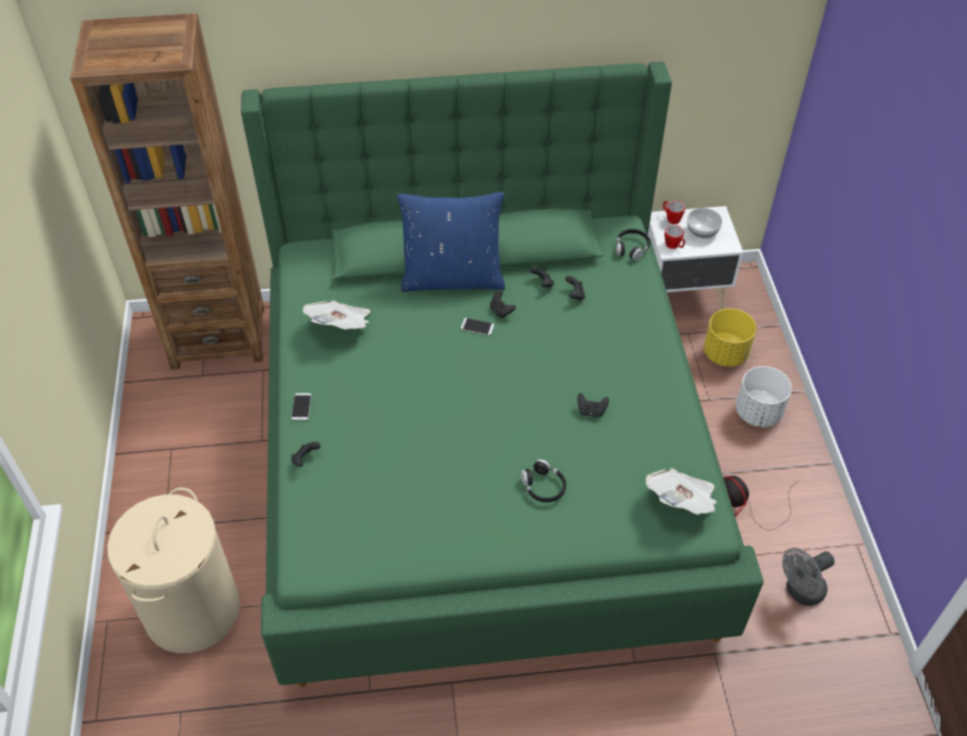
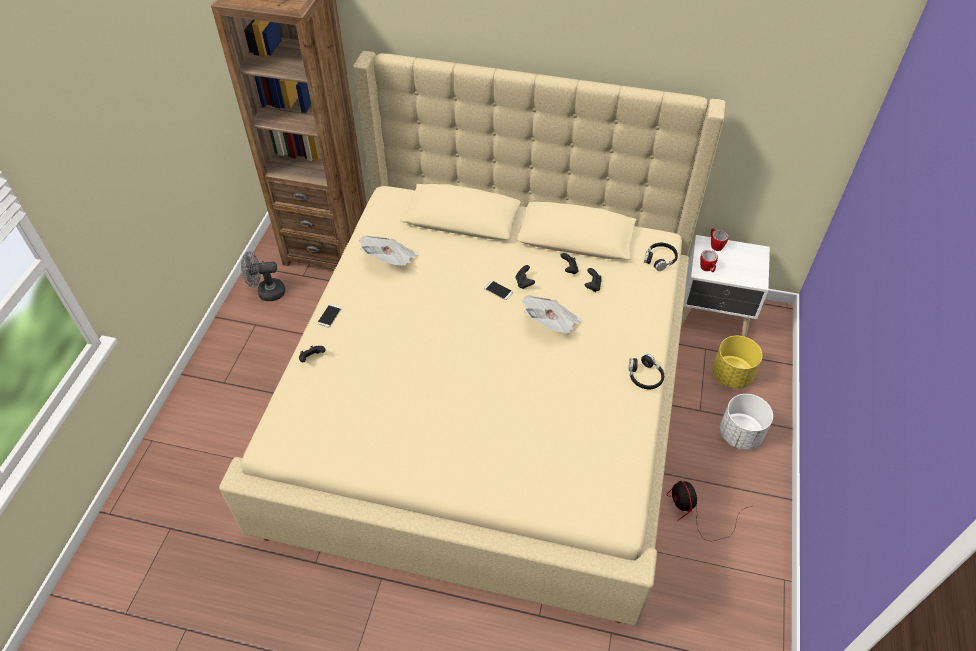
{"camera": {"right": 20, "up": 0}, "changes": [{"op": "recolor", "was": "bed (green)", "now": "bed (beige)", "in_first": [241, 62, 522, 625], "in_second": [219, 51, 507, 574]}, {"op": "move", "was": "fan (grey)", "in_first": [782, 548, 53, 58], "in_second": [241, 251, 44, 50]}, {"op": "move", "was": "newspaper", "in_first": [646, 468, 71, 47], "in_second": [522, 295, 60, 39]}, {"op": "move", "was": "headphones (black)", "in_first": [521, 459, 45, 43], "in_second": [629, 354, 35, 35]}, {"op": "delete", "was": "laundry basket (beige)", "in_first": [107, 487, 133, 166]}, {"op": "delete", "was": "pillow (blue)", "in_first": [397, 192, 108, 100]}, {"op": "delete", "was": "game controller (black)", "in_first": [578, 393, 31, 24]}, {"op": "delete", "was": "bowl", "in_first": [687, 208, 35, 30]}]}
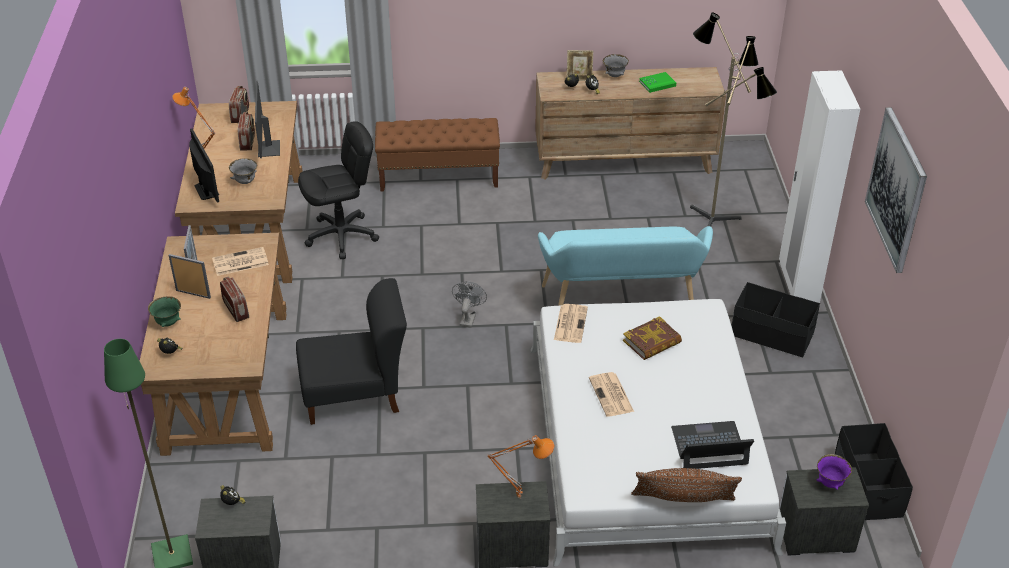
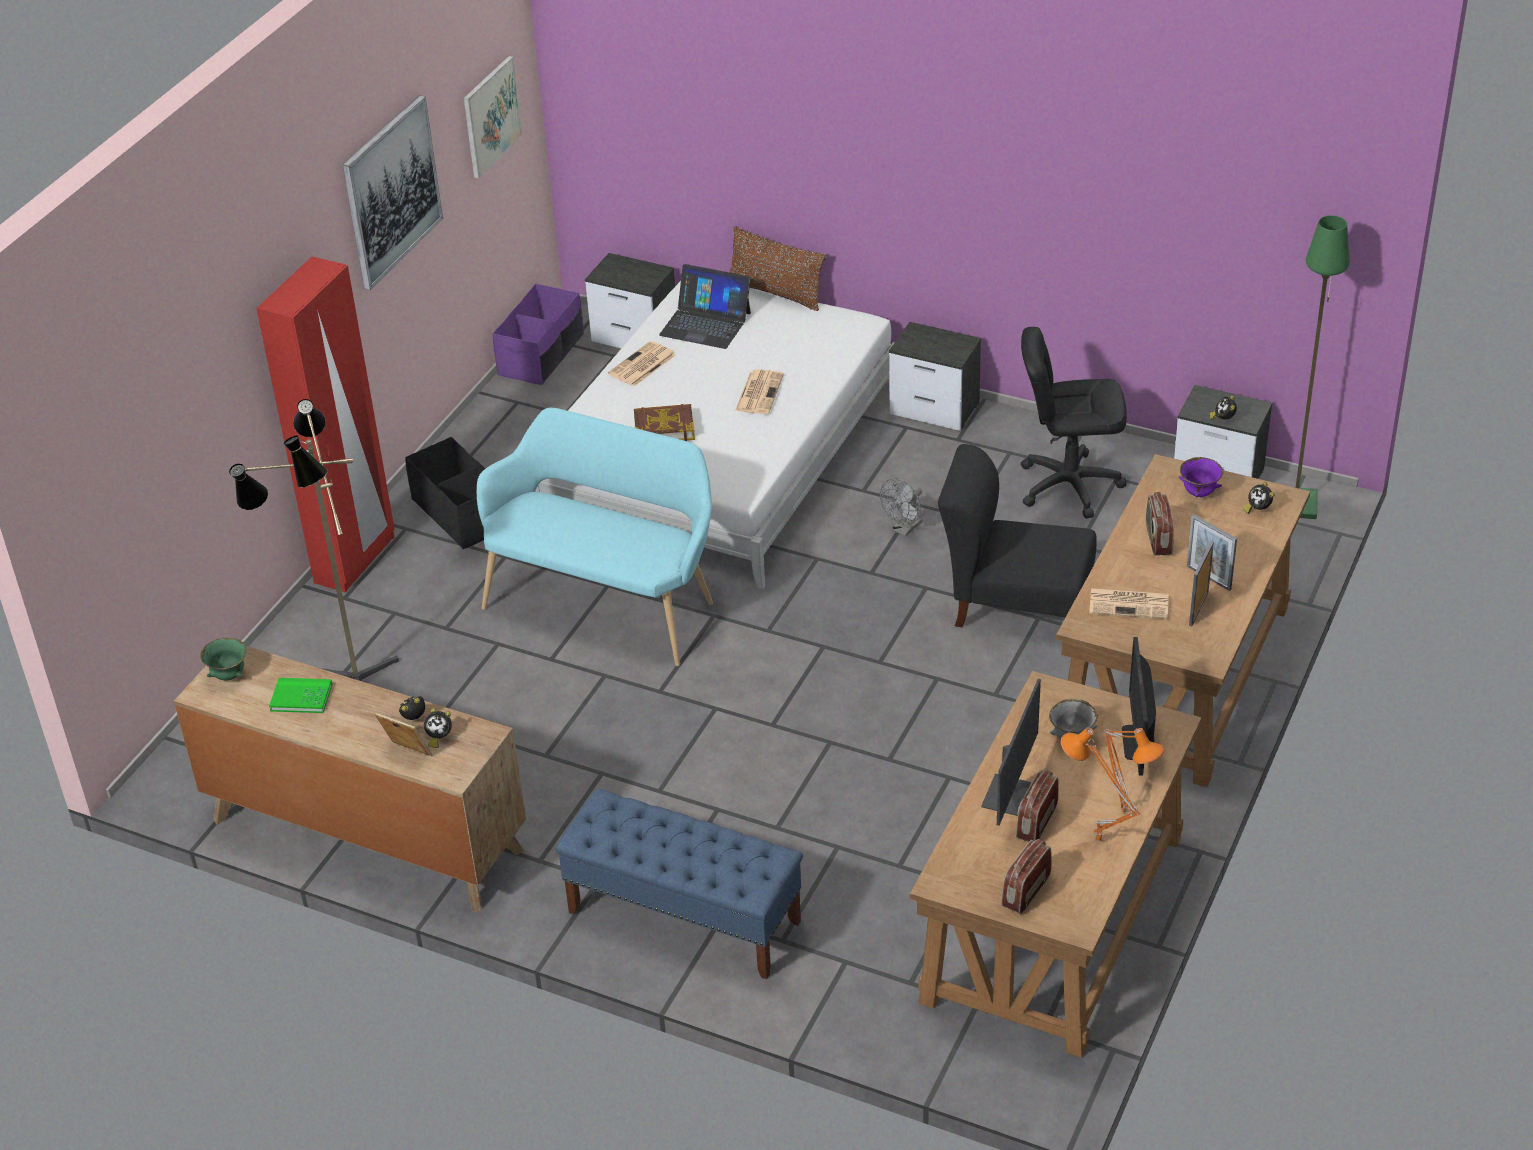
{"camera": {"right": -150, "up": 0}, "changes": [{"op": "move", "was": "bowl (green)", "in_first": [148, 296, 33, 31], "in_second": [200, 637, 46, 44]}, {"op": "recolor", "was": "wardrobe (white)", "now": "wardrobe (red)", "in_first": [779, 70, 81, 233], "in_second": [256, 256, 139, 337]}, {"op": "insert", "now": "picture", "in_second": [464, 56, 58, 123]}, {"op": "recolor", "was": "storage box (black)", "now": "storage box (purple)", "in_first": [835, 423, 78, 97], "in_second": [493, 284, 91, 101]}, {"op": "recolor", "was": "bench (brown)", "now": "bench (blue)", "in_first": [375, 118, 125, 73], "in_second": [555, 788, 248, 191]}, {"op": "move", "was": "newspaper", "in_first": [554, 304, 34, 39], "in_second": [608, 341, 68, 46]}, {"op": "move", "was": "fan (grey)", "in_first": [452, 282, 35, 46], "in_second": [880, 478, 43, 58]}, {"op": "move", "was": "office chair (black)", "in_first": [298, 121, 81, 138], "in_second": [1021, 327, 106, 192]}, {"op": "move", "was": "table lamp (orange)", "in_first": [487, 435, 67, 64], "in_second": [1061, 727, 79, 117]}, {"op": "move", "was": "bowl (purple)", "in_first": [817, 454, 35, 36], "in_second": [1179, 457, 44, 40]}, {"op": "delete", "was": "bowl (grey)", "in_first": [603, 54, 26, 23]}]}
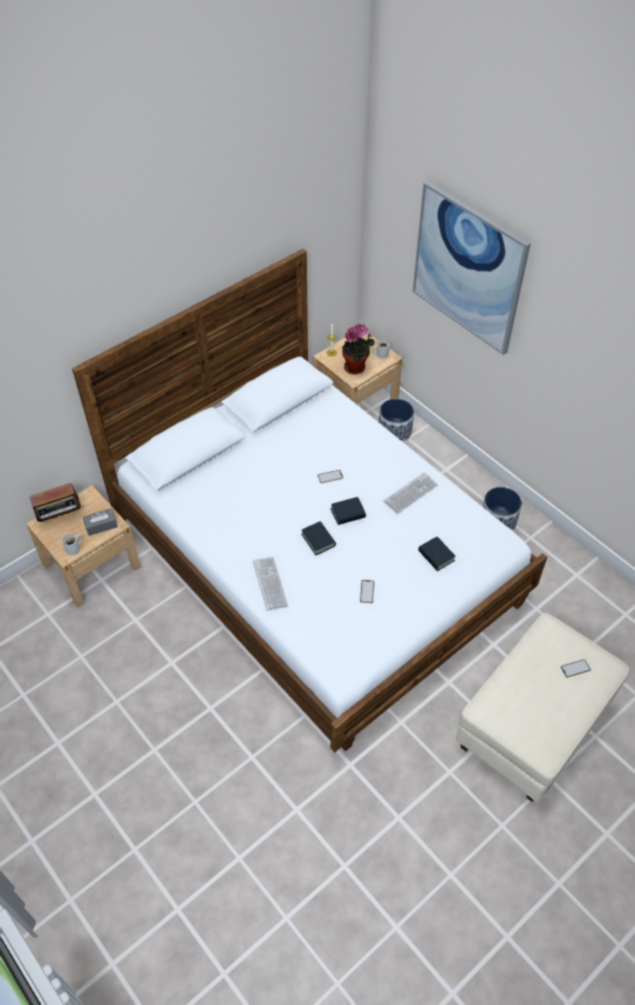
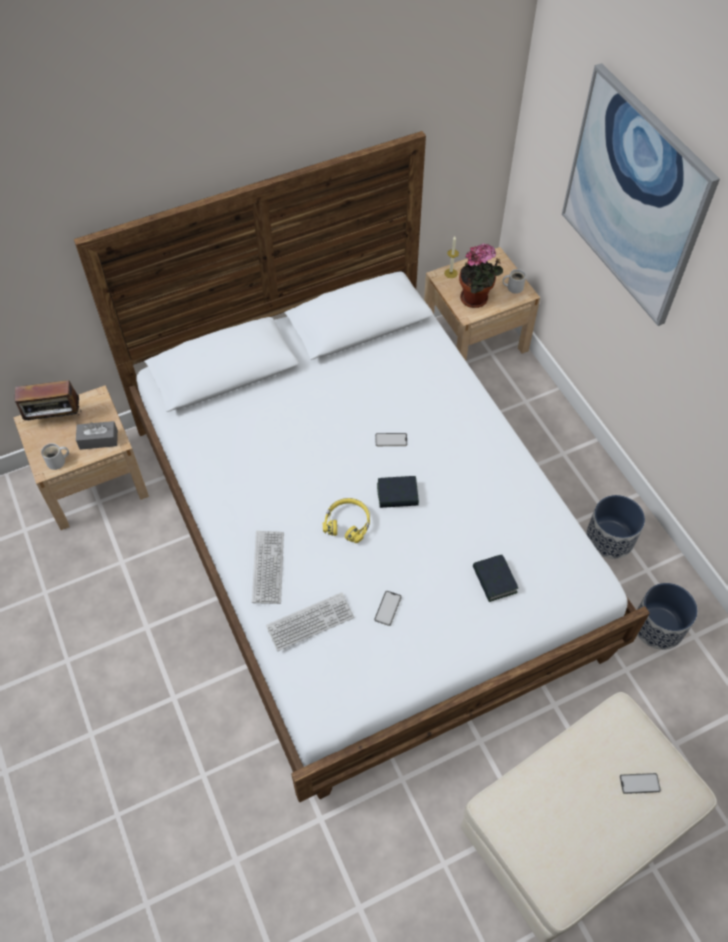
{"camera": {"right": 15, "up": 5}, "changes": [{"op": "move", "was": "keyboard", "in_first": [384, 472, 54, 42], "in_second": [266, 592, 88, 59]}, {"op": "replace", "was": "book", "now": "headphones (yellow)", "in_first": [301, 521, 35, 34], "in_second": [323, 498, 47, 45]}, {"op": "move", "was": "planter", "in_first": [379, 399, 35, 43], "in_second": [637, 583, 61, 67]}]}
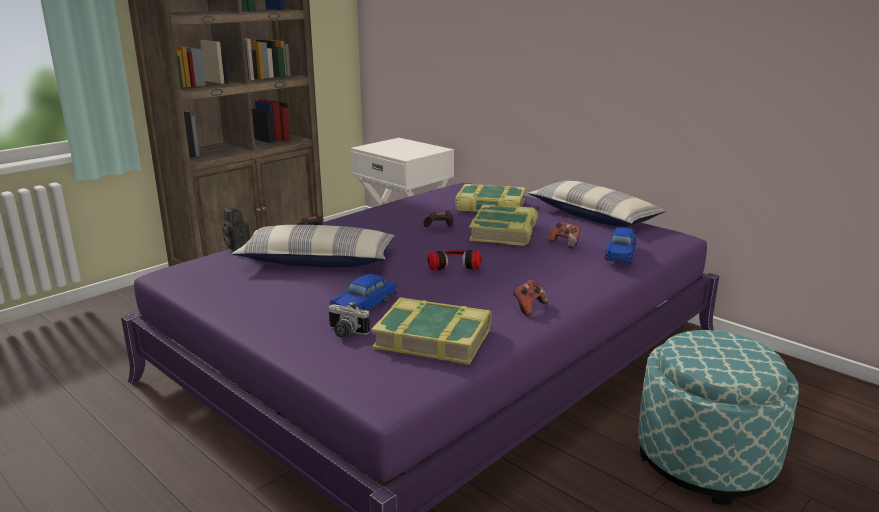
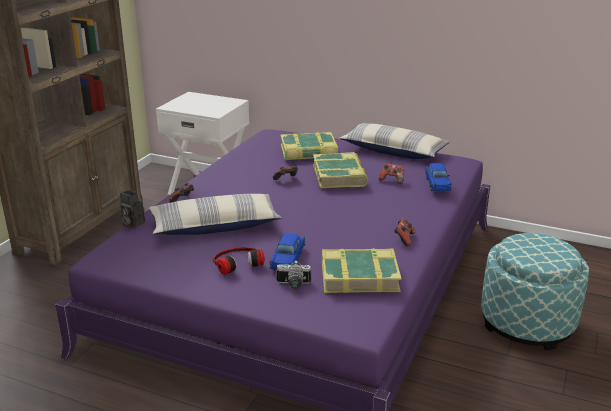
{"camera": {"right": -20, "up": 5}, "changes": [{"op": "move", "was": "headphones", "in_first": [427, 250, 55, 21], "in_second": [213, 247, 52, 28]}]}
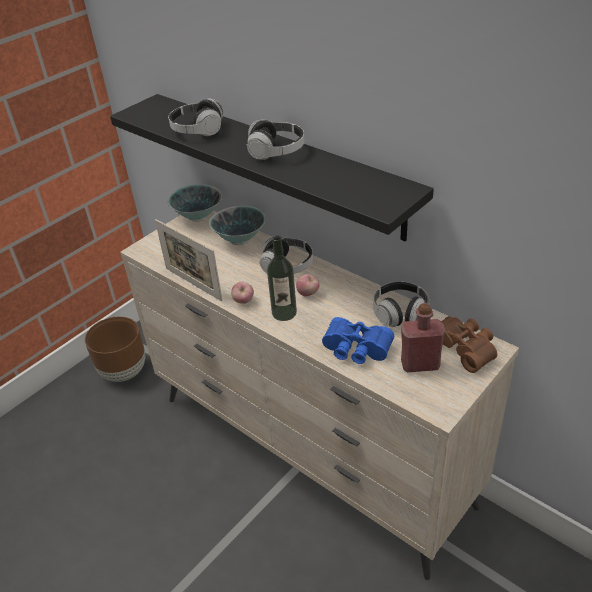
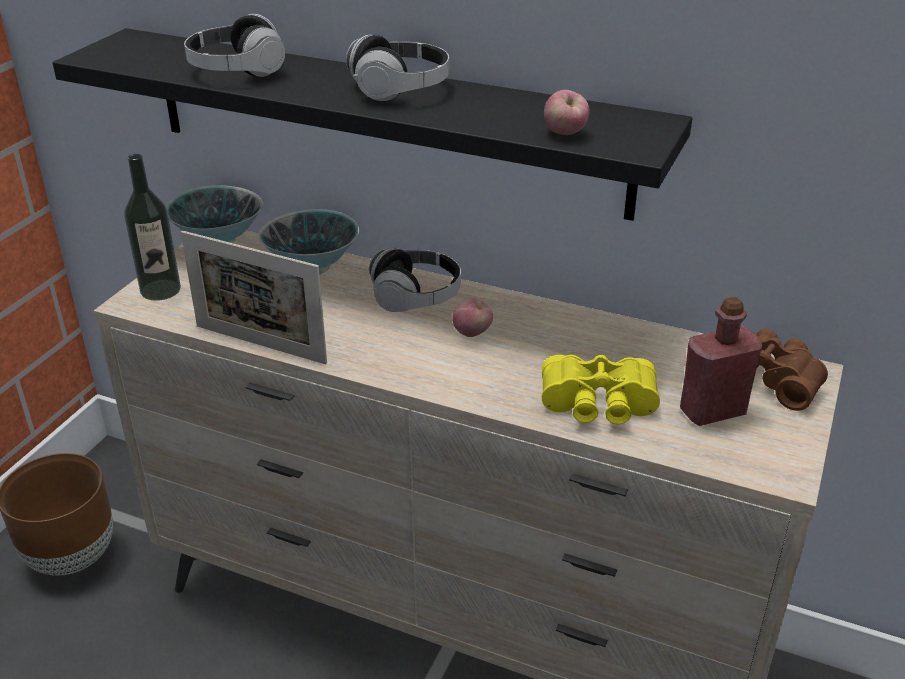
{"camera": {"right": -20, "up": -5}, "changes": [{"op": "move", "was": "bottle", "in_first": [267, 236, 30, 85], "in_second": [124, 154, 57, 147]}, {"op": "recolor", "was": "binoculars (blue)", "now": "binoculars (yellow)", "in_first": [322, 317, 72, 47], "in_second": [542, 355, 118, 69]}, {"op": "move", "was": "apple", "in_first": [231, 282, 23, 22], "in_second": [544, 90, 45, 45]}, {"op": "delete", "was": "headphones", "in_first": [373, 281, 57, 46]}]}
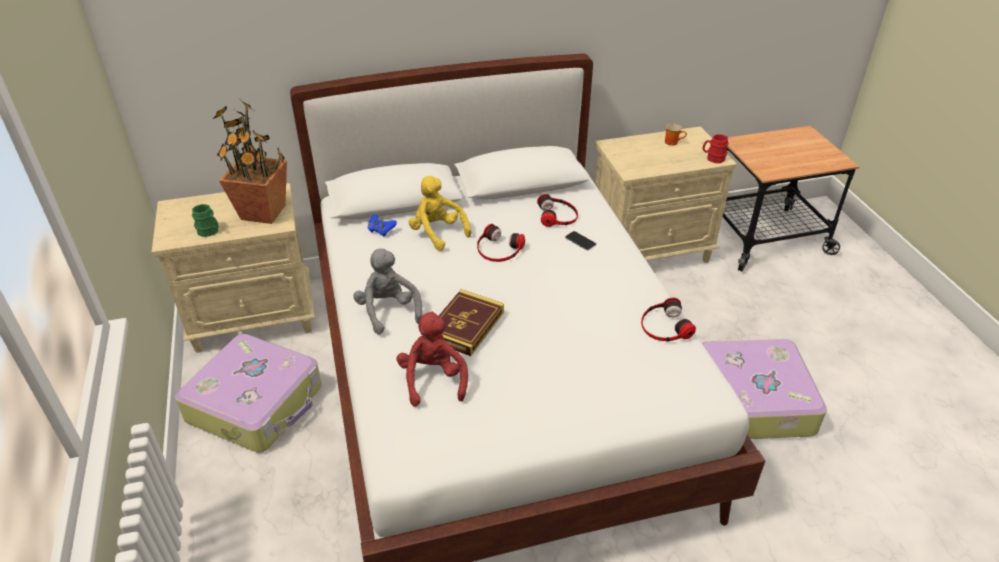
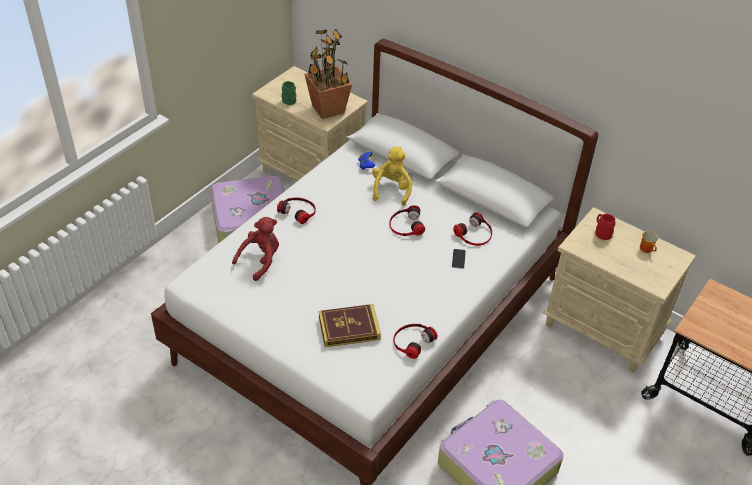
{"camera": {"right": 50, "up": 5}, "changes": [{"op": "replace", "was": "plush toy (grey)", "now": "headphones", "in_first": [353, 248, 69, 87], "in_second": [277, 197, 39, 27]}, {"op": "move", "was": "book", "in_first": [439, 289, 65, 67], "in_second": [319, 304, 62, 43]}, {"op": "move", "was": "mug (red)", "in_first": [703, 134, 26, 29], "in_second": [595, 214, 21, 26]}]}
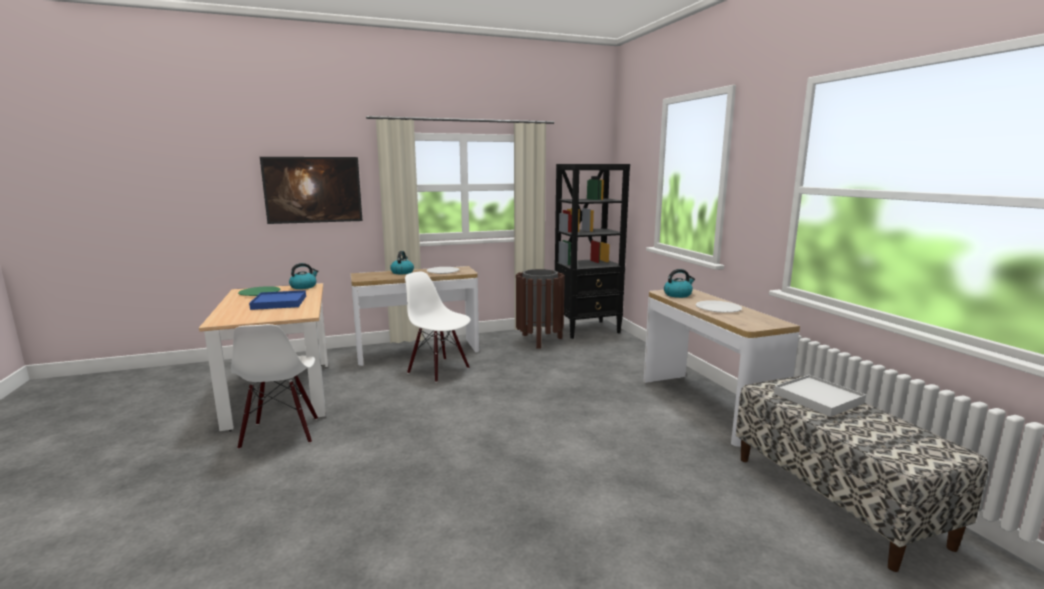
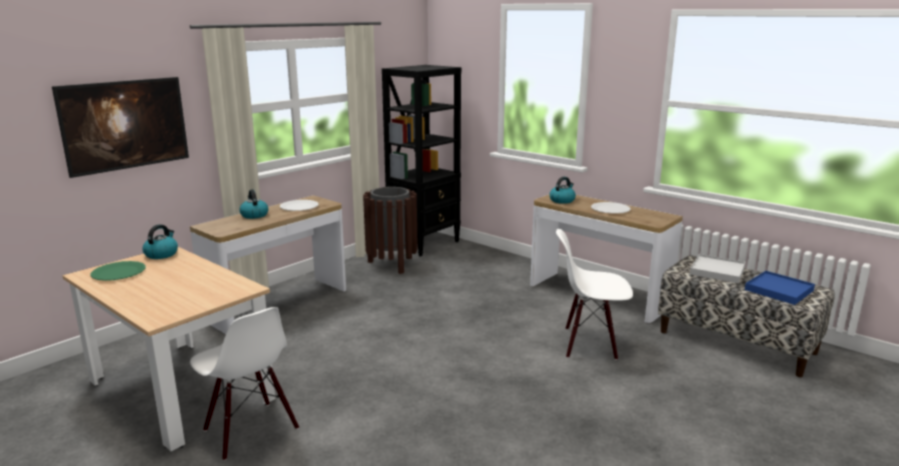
{"camera": {"right": -30, "up": 5}, "changes": [{"op": "move", "was": "chair (white)", "in_first": [405, 272, 66, 110], "in_second": [556, 229, 77, 131]}, {"op": "move", "was": "tray (blue)", "in_first": [249, 290, 57, 20], "in_second": [745, 271, 70, 34]}]}
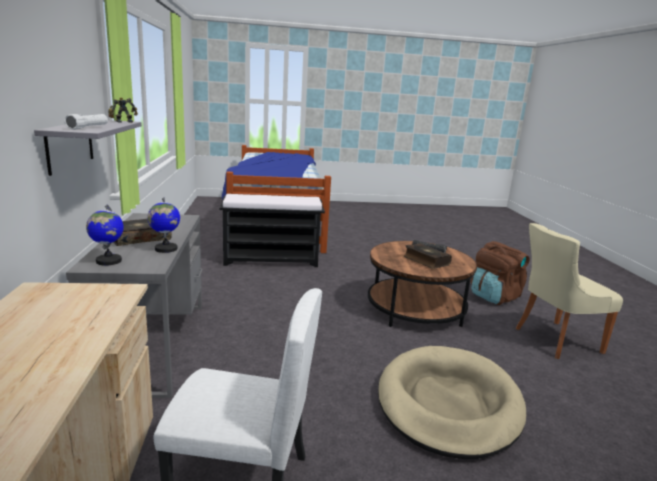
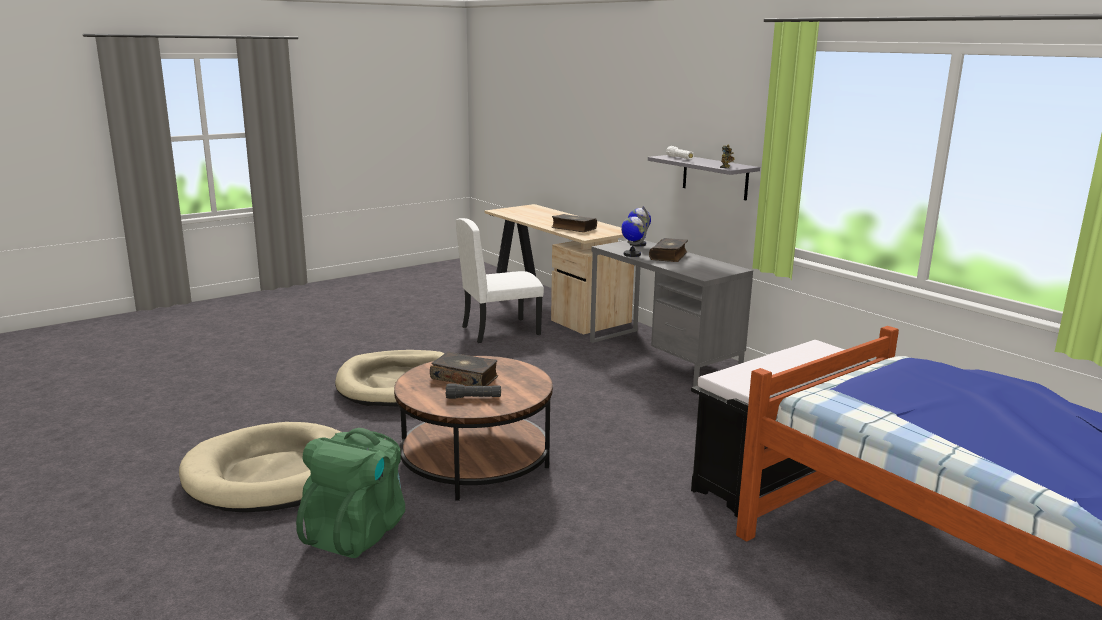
{"camera": {"right": 150, "up": 0}, "changes": [{"op": "replace", "was": "chair (beige)", "now": "dog bed (beige)", "in_first": [516, 223, 107, 136], "in_second": [179, 422, 162, 91]}, {"op": "recolor", "was": "backpack (brown)", "now": "backpack (green)", "in_first": [471, 241, 58, 64], "in_second": [296, 428, 109, 130]}, {"op": "insert", "now": "book", "in_second": [551, 214, 46, 18]}]}
